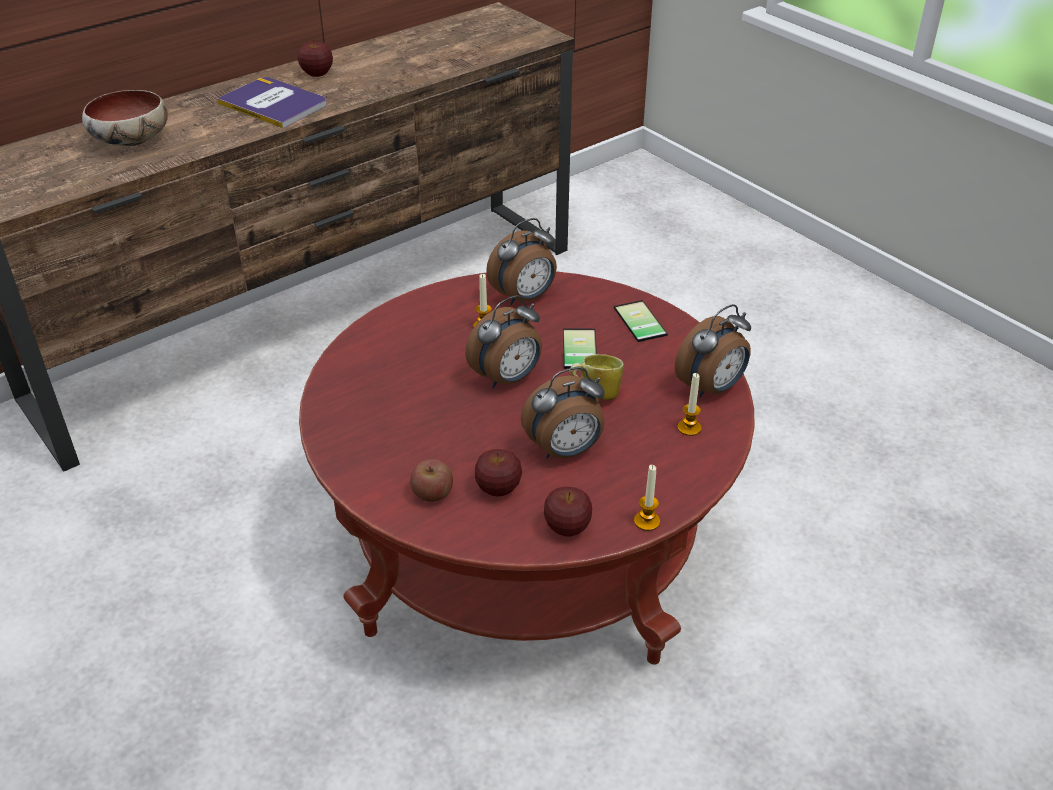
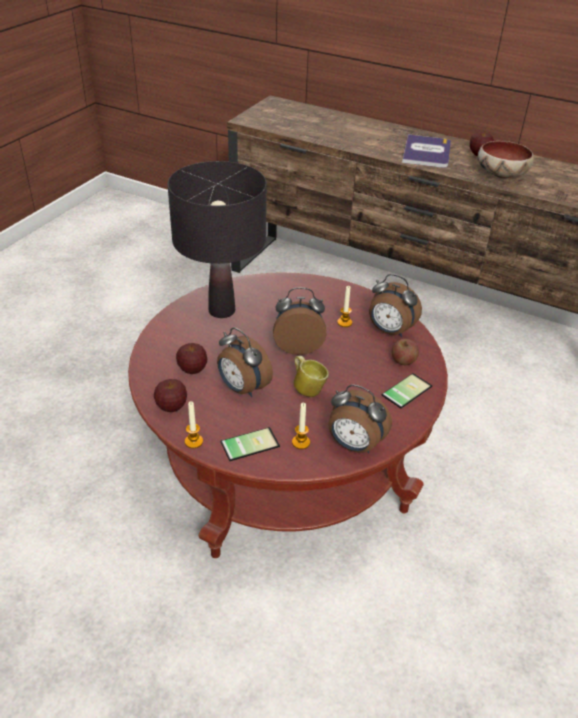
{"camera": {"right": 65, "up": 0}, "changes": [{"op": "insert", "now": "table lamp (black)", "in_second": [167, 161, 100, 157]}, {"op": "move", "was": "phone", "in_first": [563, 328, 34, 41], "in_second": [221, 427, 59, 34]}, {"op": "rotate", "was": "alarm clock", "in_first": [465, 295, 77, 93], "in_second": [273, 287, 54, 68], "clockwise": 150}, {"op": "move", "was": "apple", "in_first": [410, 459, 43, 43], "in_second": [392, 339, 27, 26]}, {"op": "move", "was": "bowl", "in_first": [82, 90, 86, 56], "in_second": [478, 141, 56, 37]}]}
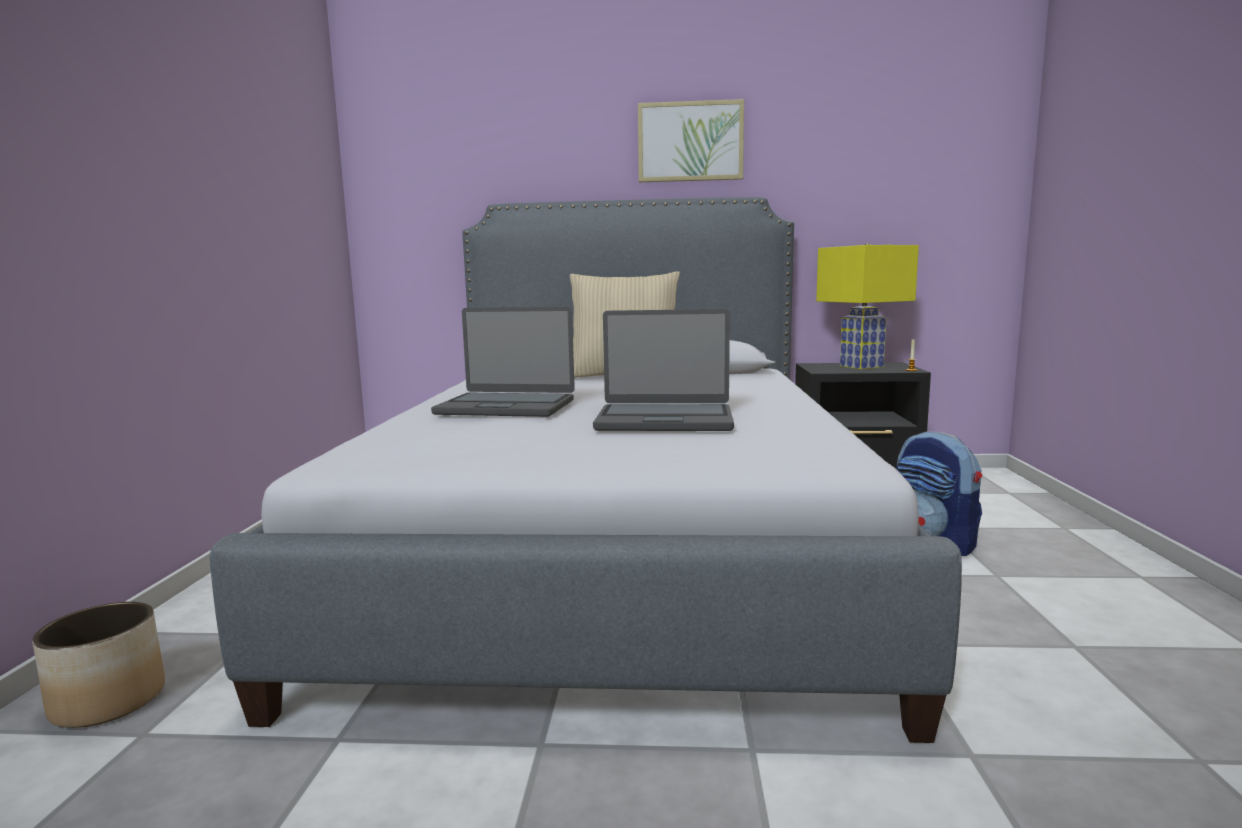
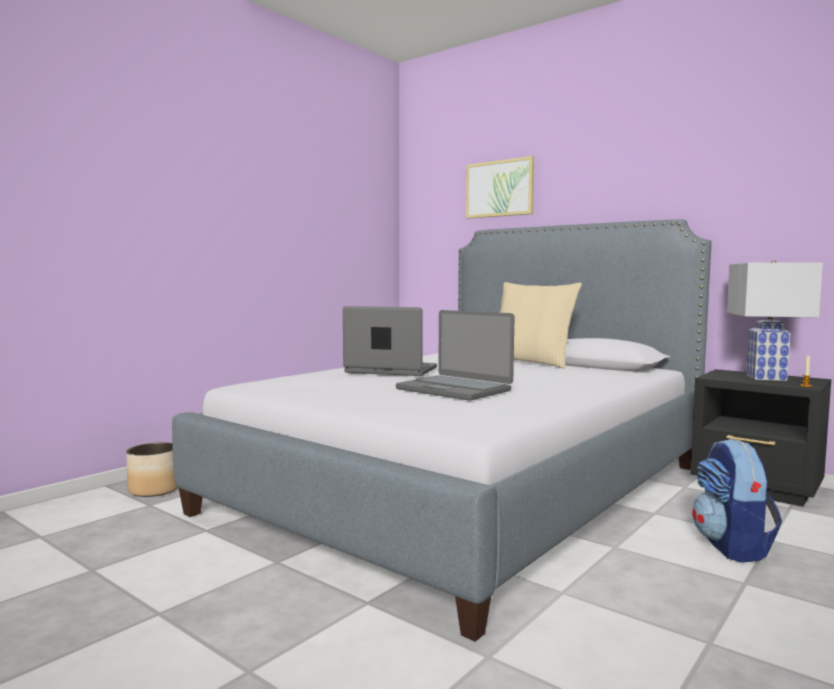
{"camera": {"right": 35, "up": -5}, "changes": [{"op": "rotate", "was": "laptop", "in_first": [431, 307, 144, 110], "in_second": [343, 306, 94, 70], "clockwise": 150}, {"op": "move", "was": "picture", "in_first": [638, 99, 106, 83], "in_second": [466, 156, 68, 63]}, {"op": "recolor", "was": "table lamp (yellow)", "now": "table lamp (white)", "in_first": [816, 243, 103, 127], "in_second": [727, 260, 96, 121]}]}
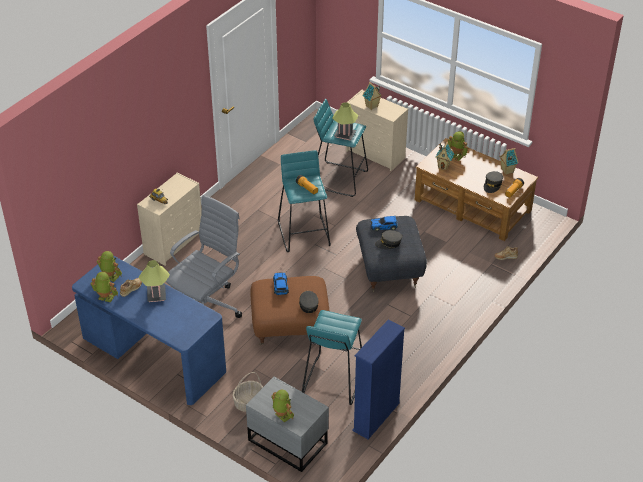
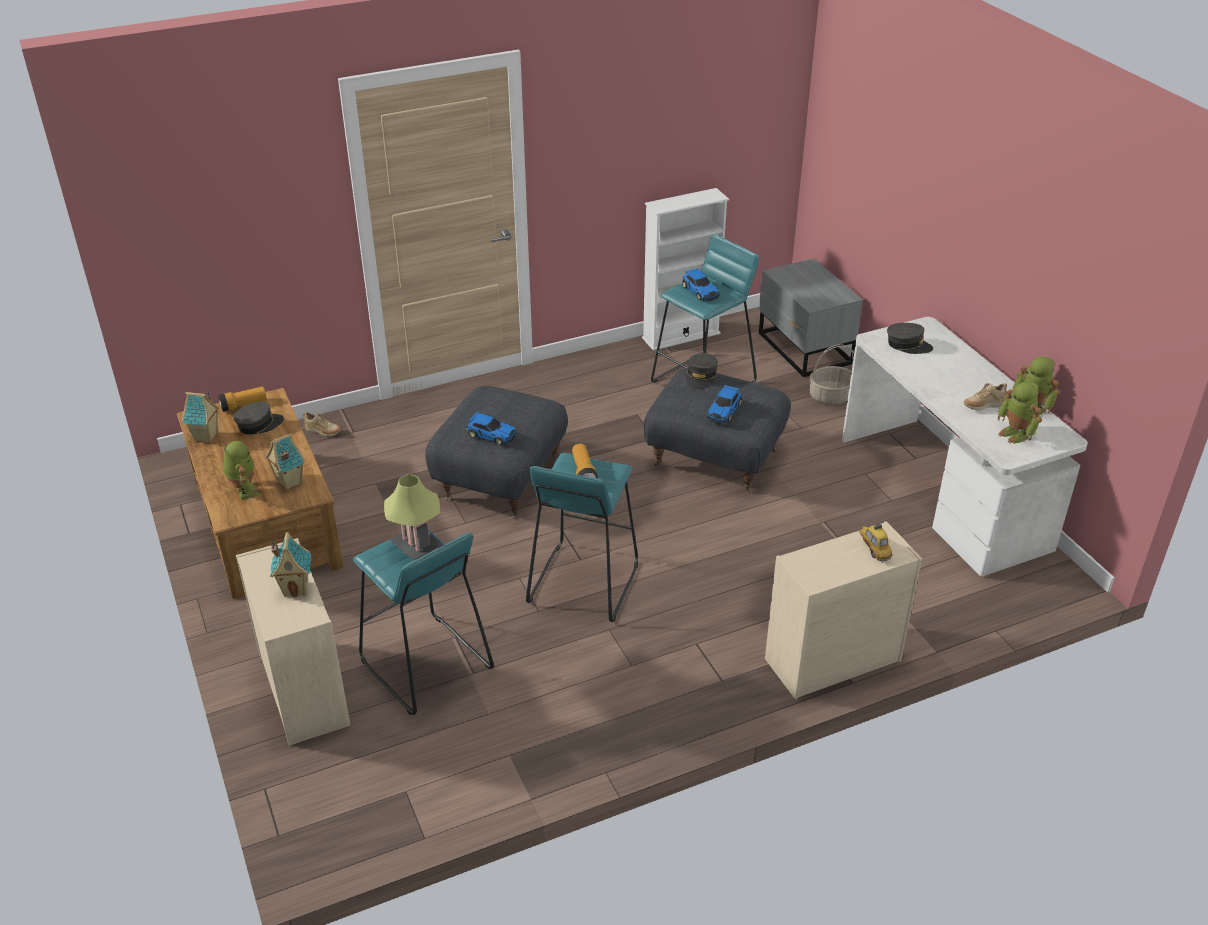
{"camera": {"right": -150, "up": -5}, "changes": [{"op": "recolor", "was": "bookcase (blue)", "now": "bookcase (white)", "in_first": [352, 319, 53, 120], "in_second": [642, 188, 87, 163]}, {"op": "recolor", "was": "ottoman (brown)", "now": "ottoman (grey)", "in_first": [250, 276, 79, 69], "in_second": [644, 368, 147, 125]}, {"op": "insert", "now": "toy car", "in_second": [682, 268, 38, 34]}, {"op": "recolor", "was": "desk (blue)", "now": "desk (white)", "in_first": [72, 256, 154, 149], "in_second": [842, 317, 246, 259]}, {"op": "move", "was": "cap (grey)", "in_first": [375, 230, 27, 19], "in_second": [887, 323, 46, 31]}, {"op": "delete", "was": "table lamp", "in_first": [139, 260, 31, 42]}, {"op": "delete", "was": "office chair (grey)", "in_first": [165, 195, 77, 123]}, {"op": "delete", "was": "toy robot", "in_first": [271, 390, 23, 32]}]}
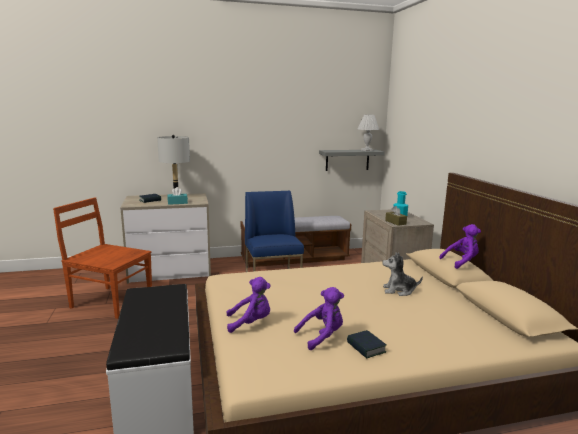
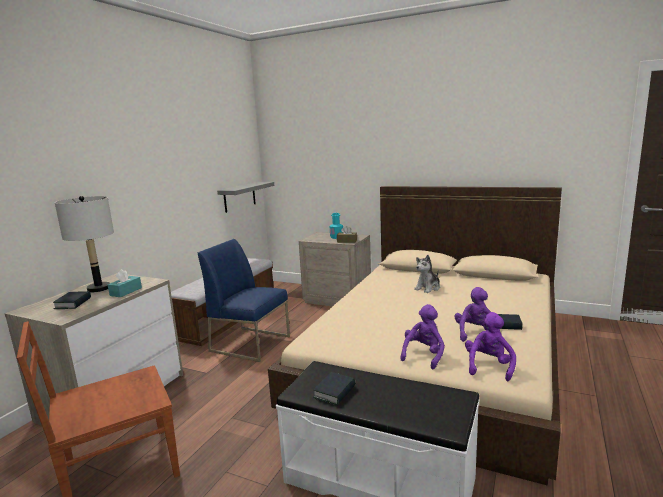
{"camera": {"right": -50, "up": 0}, "changes": [{"op": "insert", "now": "book", "in_second": [313, 372, 42, 33]}, {"op": "move", "was": "plush toy (purple)", "in_first": [439, 224, 42, 45], "in_second": [465, 312, 51, 69]}, {"op": "delete", "was": "table lamp (white)", "in_first": [358, 115, 21, 36]}]}
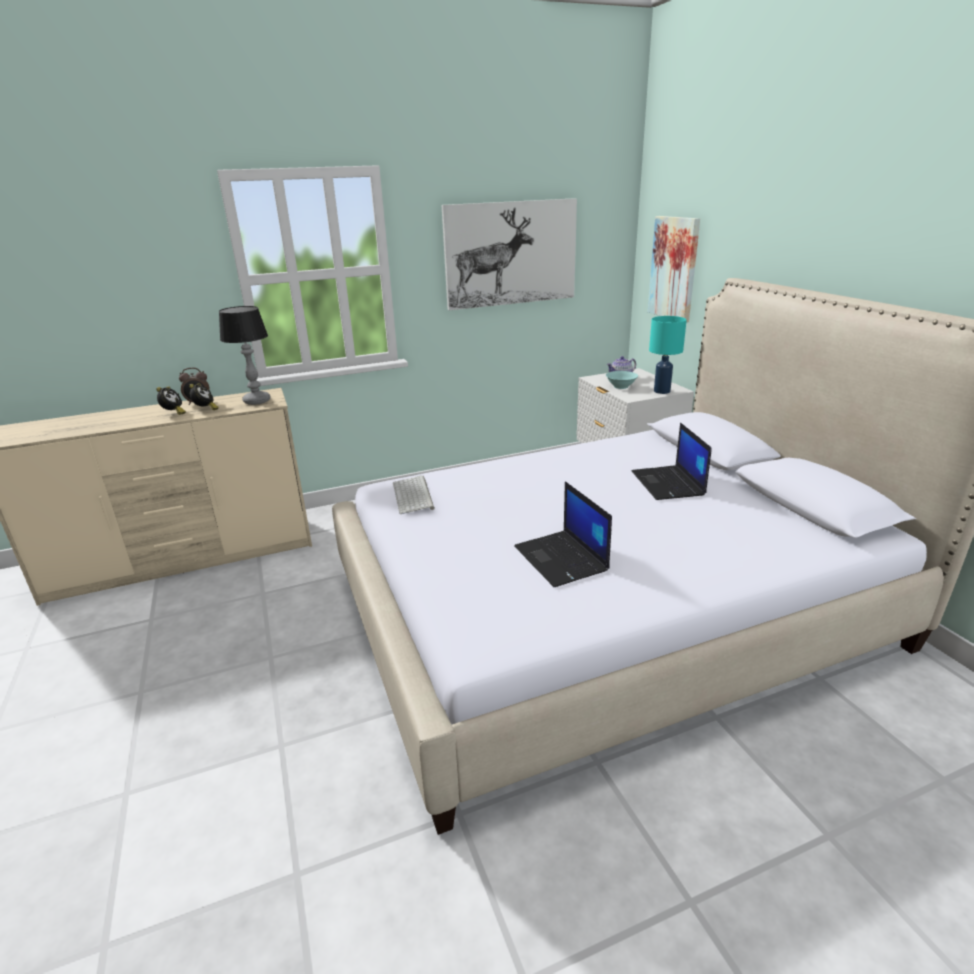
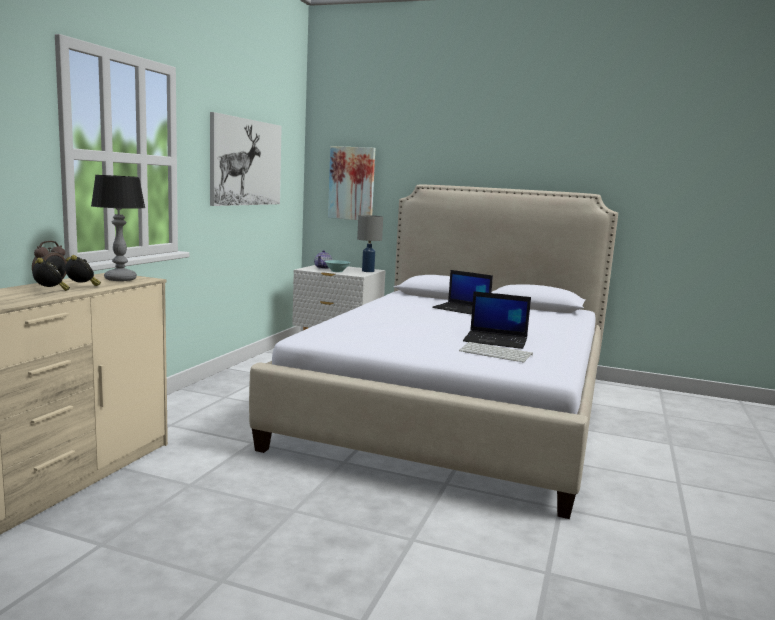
{"camera": {"right": -50, "up": -15}, "changes": [{"op": "recolor", "was": "table lamp (turquoise)", "now": "table lamp (grey)", "in_first": [649, 316, 38, 78], "in_second": [357, 215, 26, 57]}, {"op": "move", "was": "keyboard", "in_first": [393, 476, 42, 38], "in_second": [459, 342, 74, 20]}]}
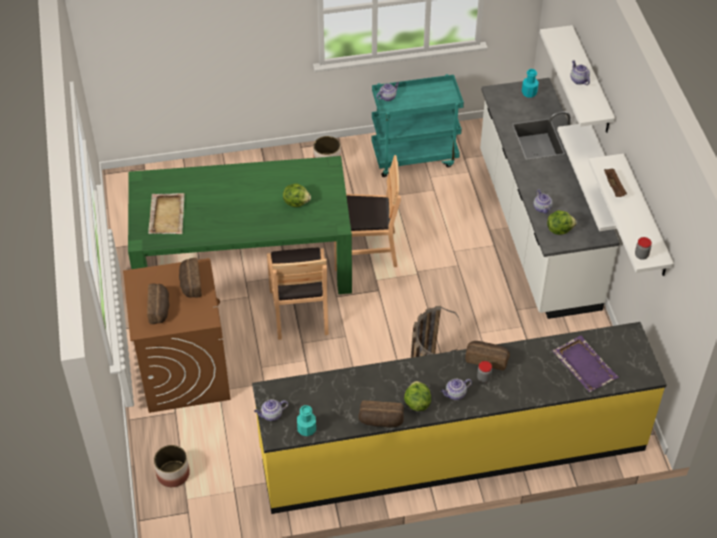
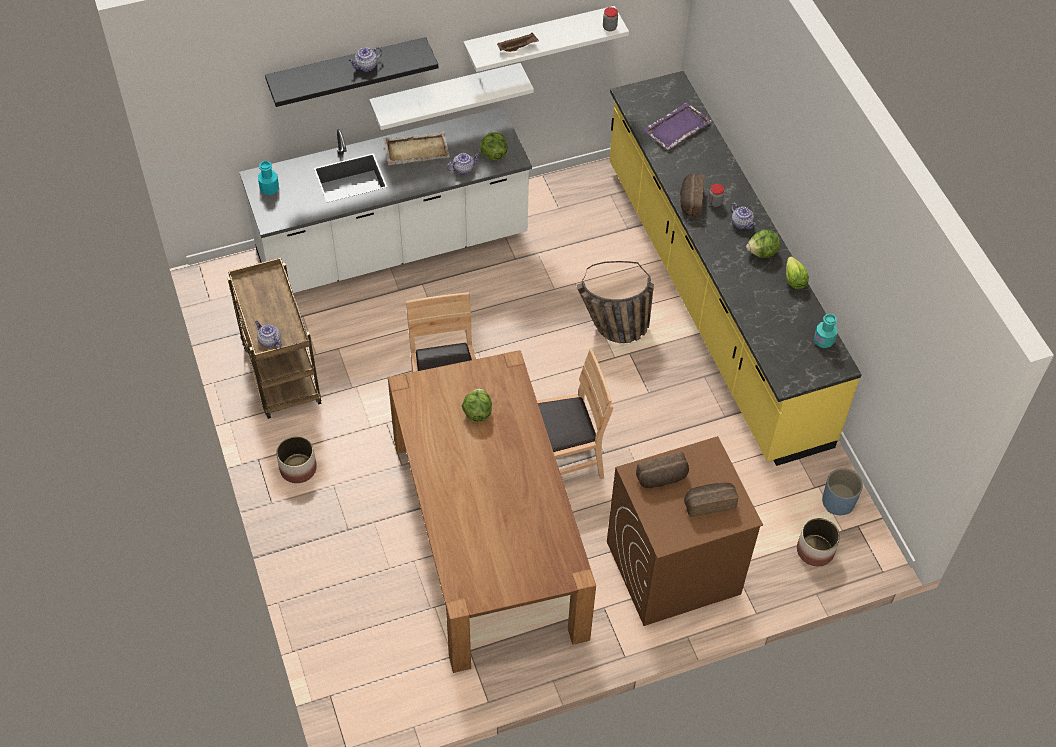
{"camera": {"right": -100, "up": 5}, "changes": [{"op": "recolor", "was": "cart (turquoise)", "now": "cart (brown)", "in_first": [372, 74, 92, 103], "in_second": [227, 258, 94, 161]}, {"op": "recolor", "was": "shelf (white)", "now": "shelf (black)", "in_first": [540, 25, 75, 108], "in_second": [265, 37, 173, 70]}, {"op": "move", "was": "tray (beige)", "in_first": [148, 193, 37, 41], "in_second": [383, 131, 67, 34]}, {"op": "recolor", "was": "dining table (green)", "now": "dining table (brown)", "in_first": [128, 156, 224, 138], "in_second": [388, 350, 208, 323]}, {"op": "replace", "was": "bread", "now": "lettuce", "in_first": [359, 401, 45, 26], "in_second": [786, 257, 23, 32]}, {"op": "insert", "now": "planter (blue)", "in_second": [822, 468, 41, 47]}, {"op": "delete", "was": "teapot", "in_first": [254, 399, 34, 22]}]}
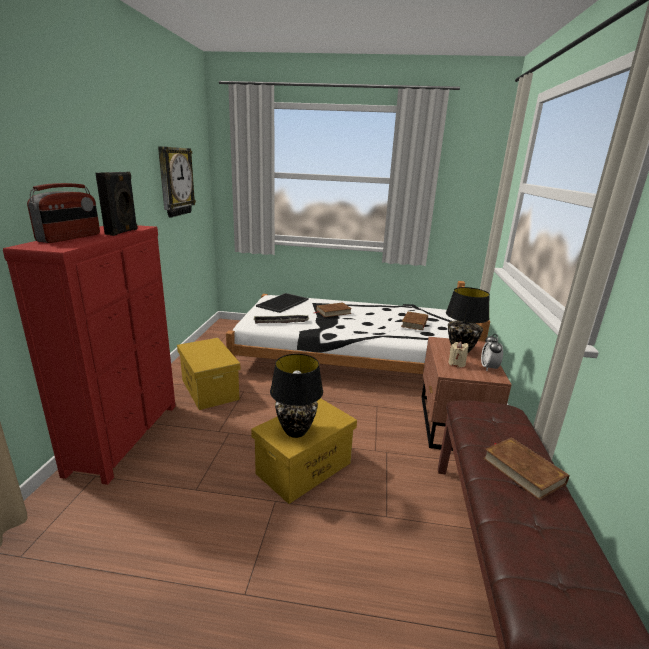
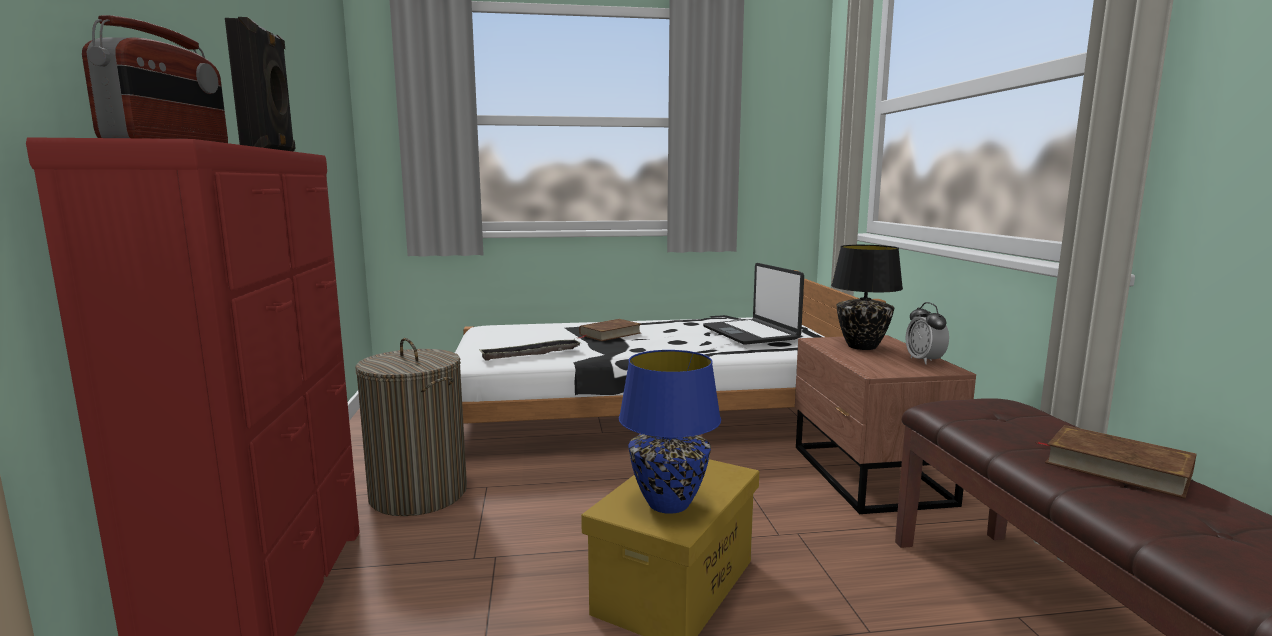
{"camera": {"right": -15, "up": -10}, "changes": [{"op": "replace", "was": "storage box (yellow)", "now": "laundry basket", "in_first": [177, 338, 64, 72], "in_second": [355, 338, 112, 178]}, {"op": "recolor", "was": "table lamp (black)", "now": "table lamp (blue)", "in_first": [270, 354, 53, 84], "in_second": [619, 350, 102, 164]}, {"op": "replace", "was": "book (brown)", "now": "laptop", "in_first": [401, 312, 27, 18], "in_second": [703, 263, 101, 82]}, {"op": "delete", "was": "wall clock", "in_first": [158, 146, 38, 72]}, {"op": "delete", "was": "tray", "in_first": [256, 293, 53, 20]}, {"op": "delete", "was": "candle (beige)", "in_first": [448, 341, 20, 26]}]}
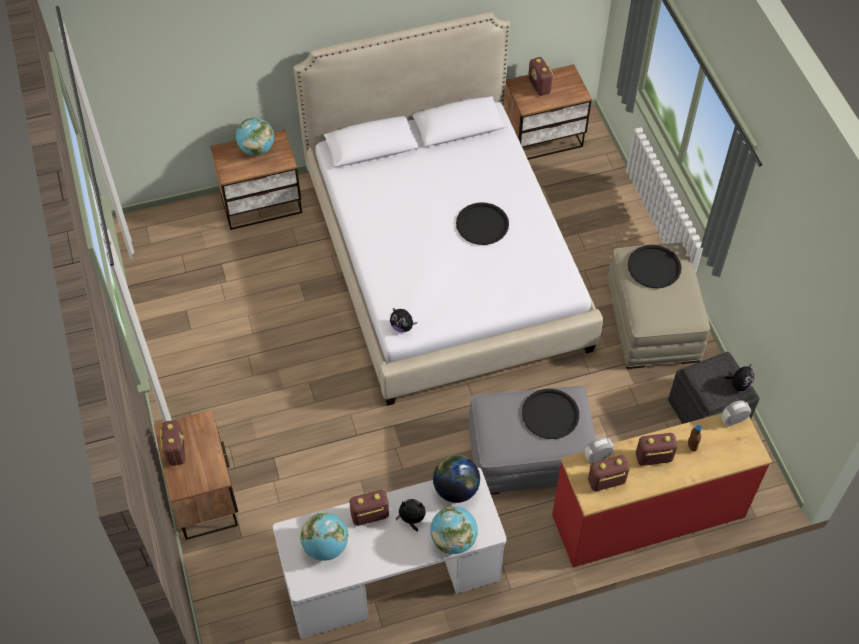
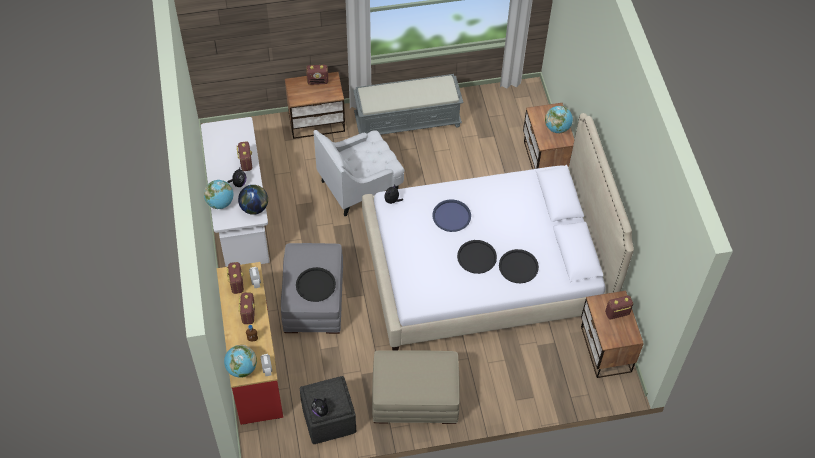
{"camera": {"right": 95, "up": 0}, "changes": [{"op": "move", "was": "globe", "in_first": [300, 512, 49, 49], "in_second": [224, 345, 33, 33]}, {"op": "insert", "now": "armchair (white)", "in_second": [314, 130, 90, 86]}, {"op": "insert", "now": "bench (grey)", "in_second": [353, 74, 111, 61]}, {"op": "insert", "now": "tray (blue)", "in_second": [432, 199, 39, 33]}, {"op": "move", "was": "tray (black)", "in_first": [628, 245, 53, 43], "in_second": [499, 249, 40, 34]}]}
